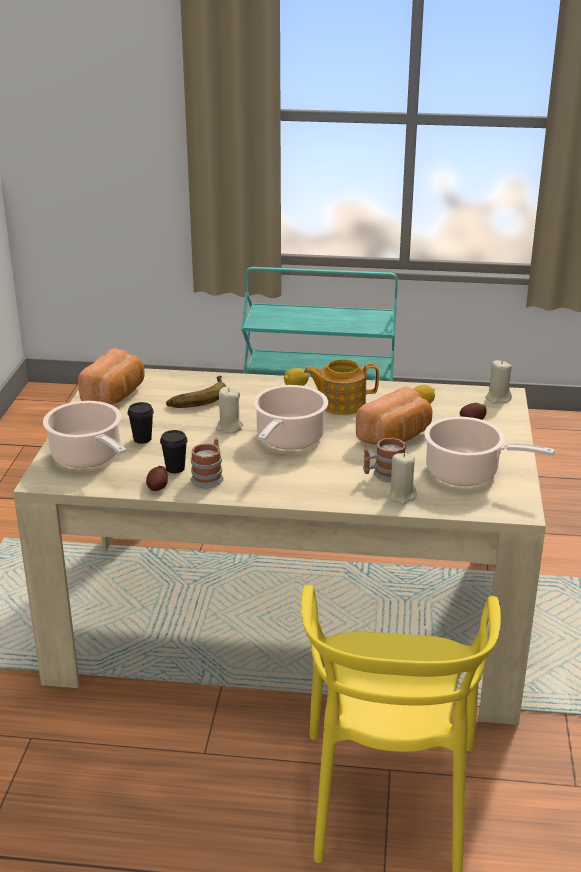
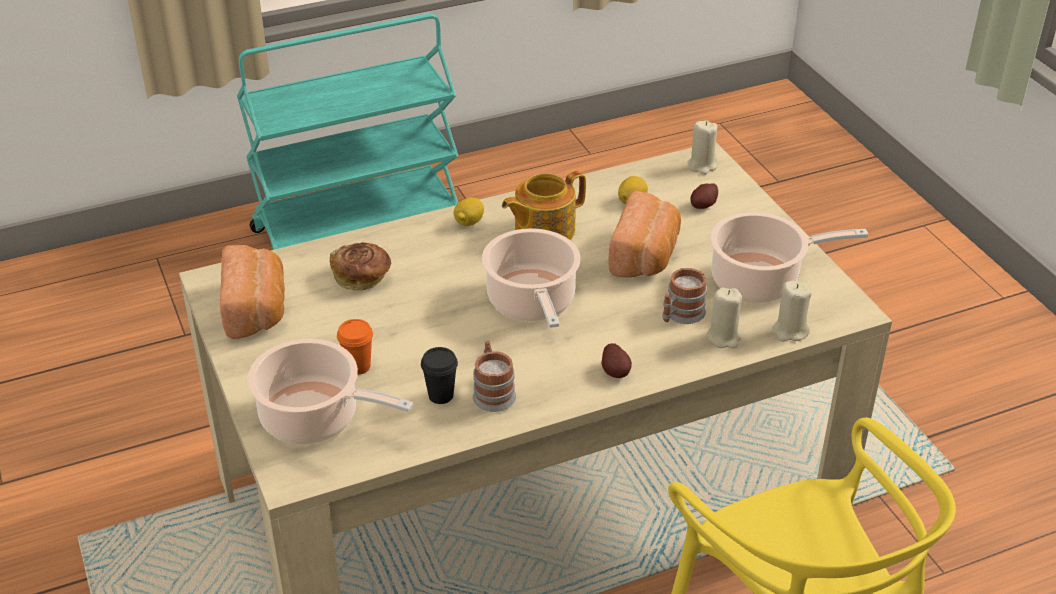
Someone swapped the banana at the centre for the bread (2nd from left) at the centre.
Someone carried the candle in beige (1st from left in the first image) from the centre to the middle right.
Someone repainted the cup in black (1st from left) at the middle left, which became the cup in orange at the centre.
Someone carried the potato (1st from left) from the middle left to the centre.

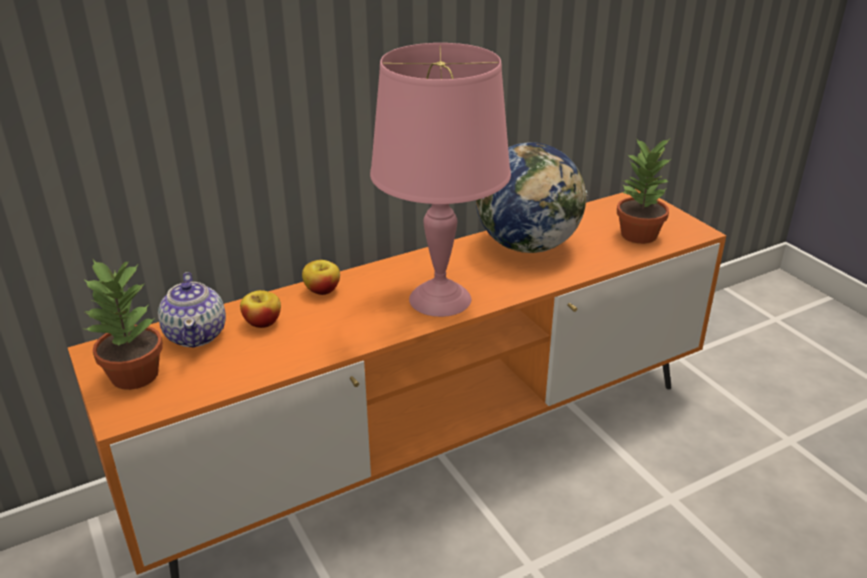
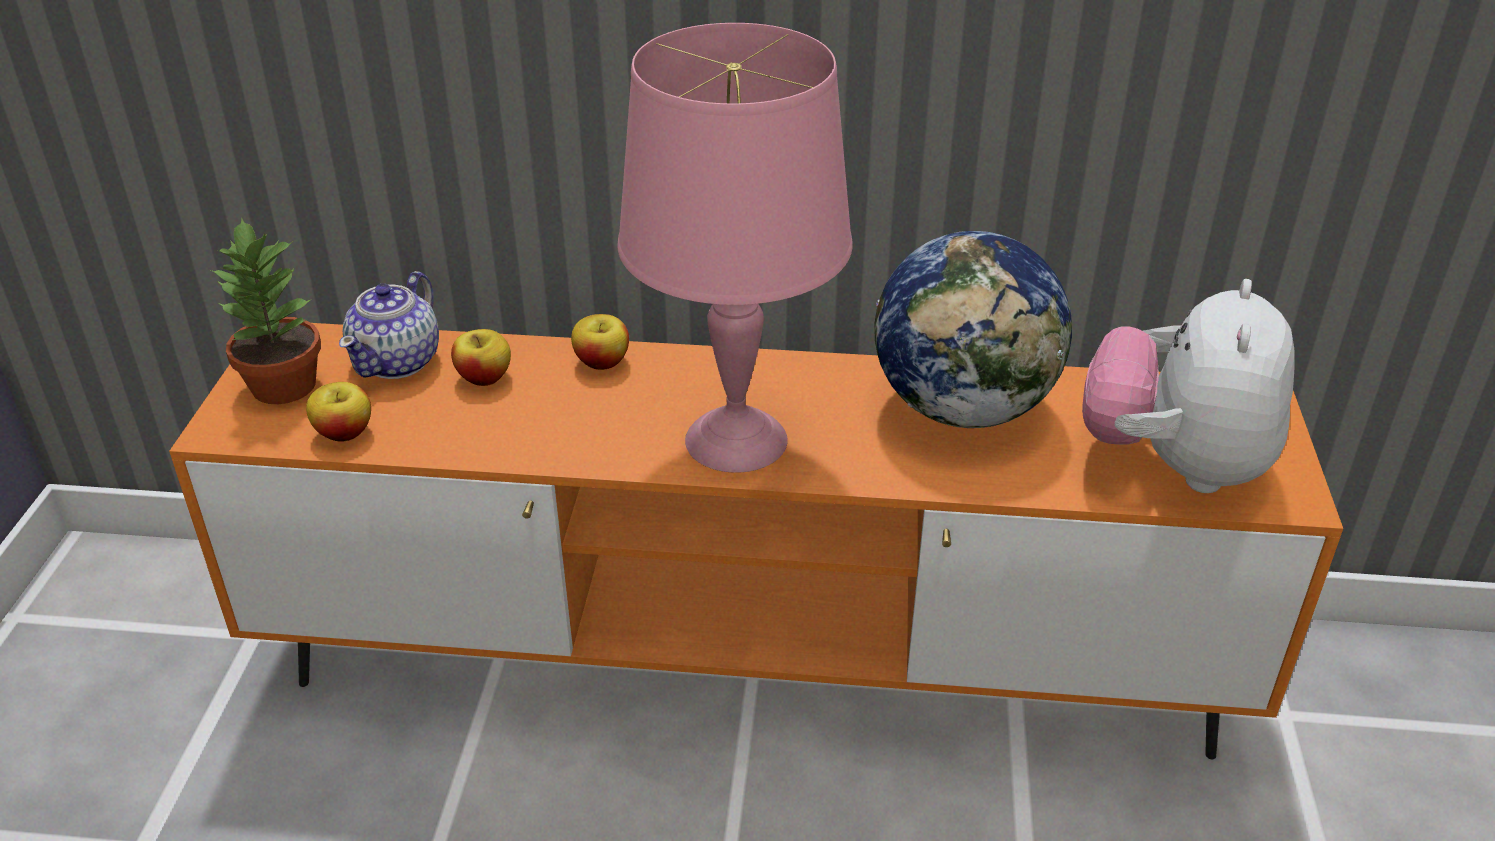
Someone swapped the potted plant (2nd from left) at the top right for the plush toy at the middle right.
Someone put down the apple (1st from left) at the middle left.

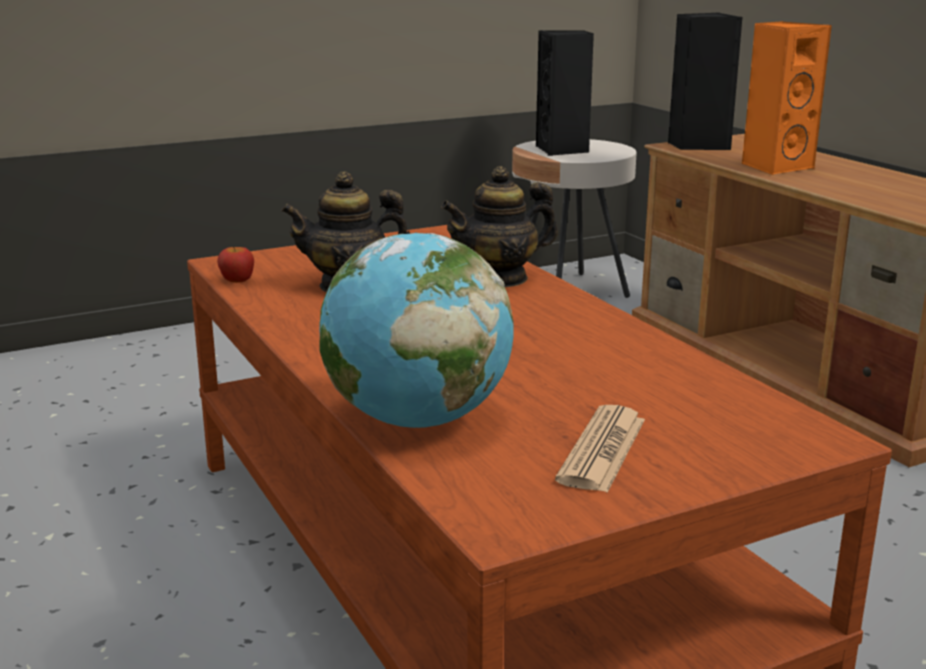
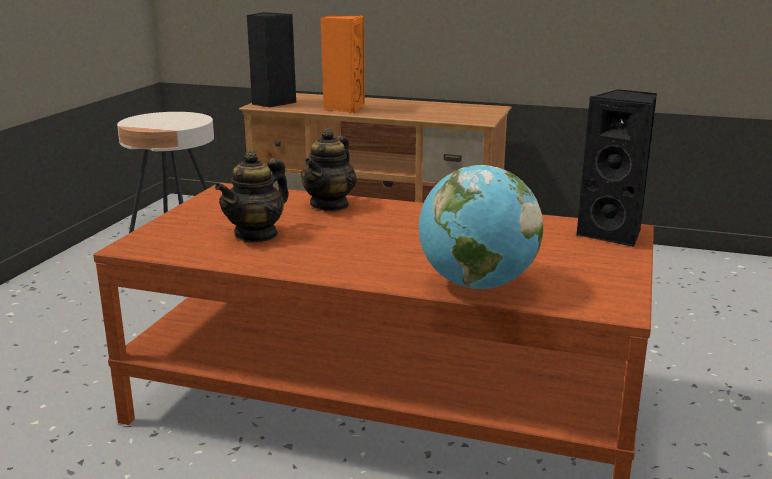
Someone carried the speaker in black (1st from left in the first image) from the top centre to the middle right.
Someone took away the apple at the middle left.
Someone took away the newspaper at the bottom centre.

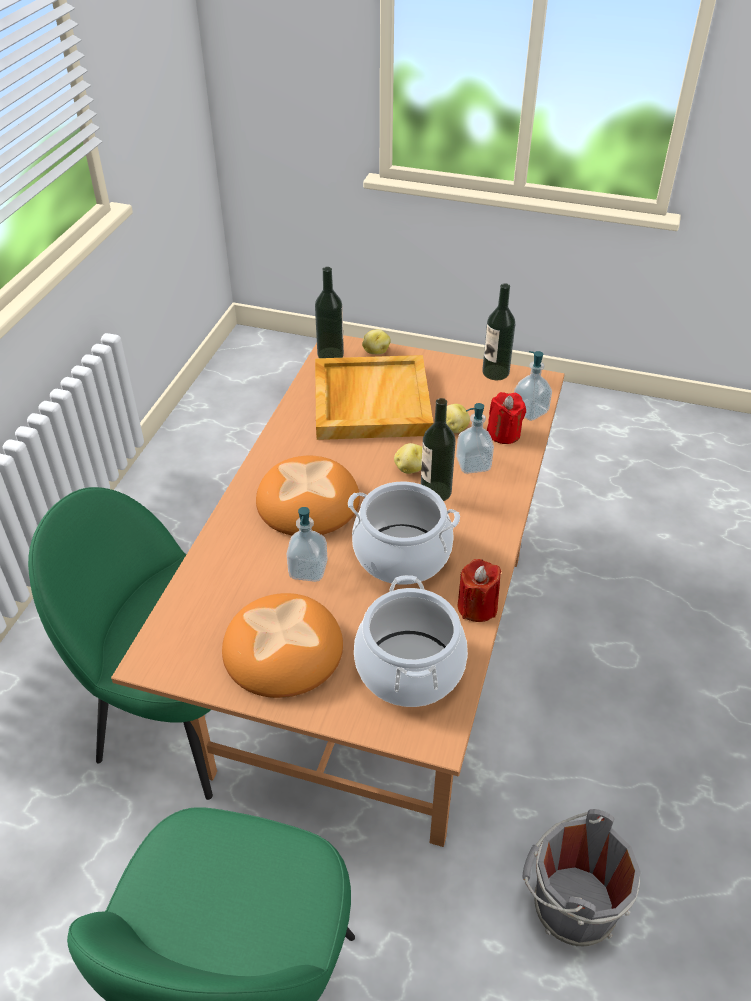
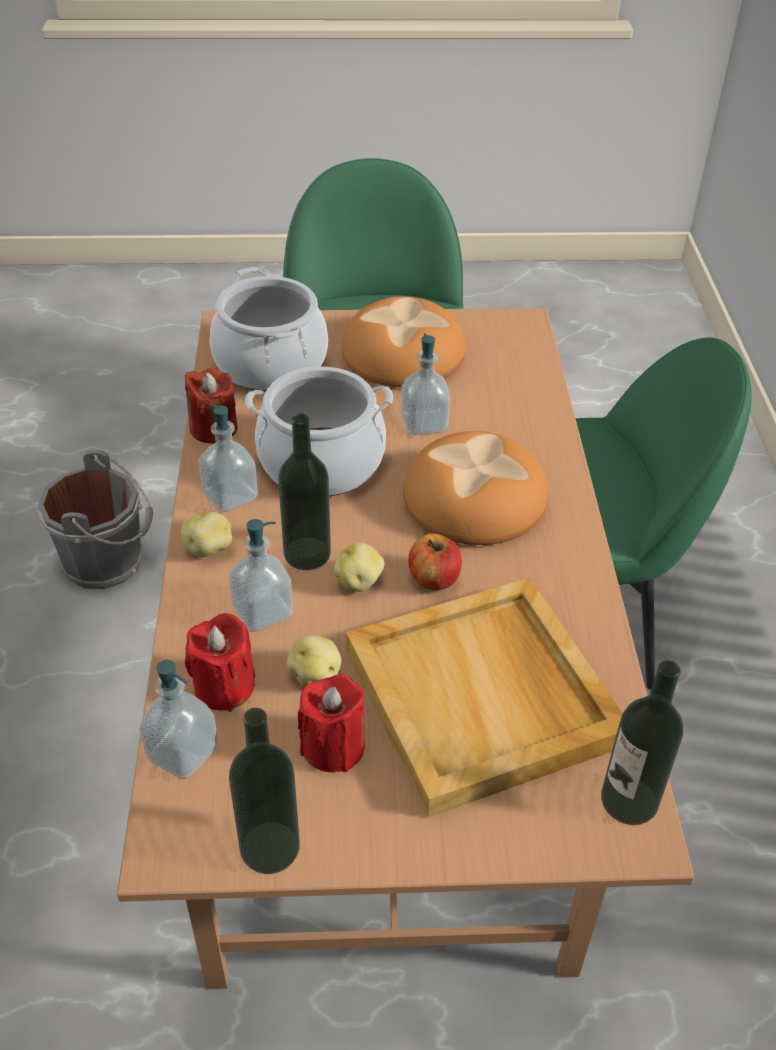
Someone carried the potato (1st from left) from the centre to the middle left.
Someone put down the soap dispenser (2nd from left) at the middle left.
Someone put down the apple at the centre.
Someone put down the candle in red (3rd from left) at the bottom centre.

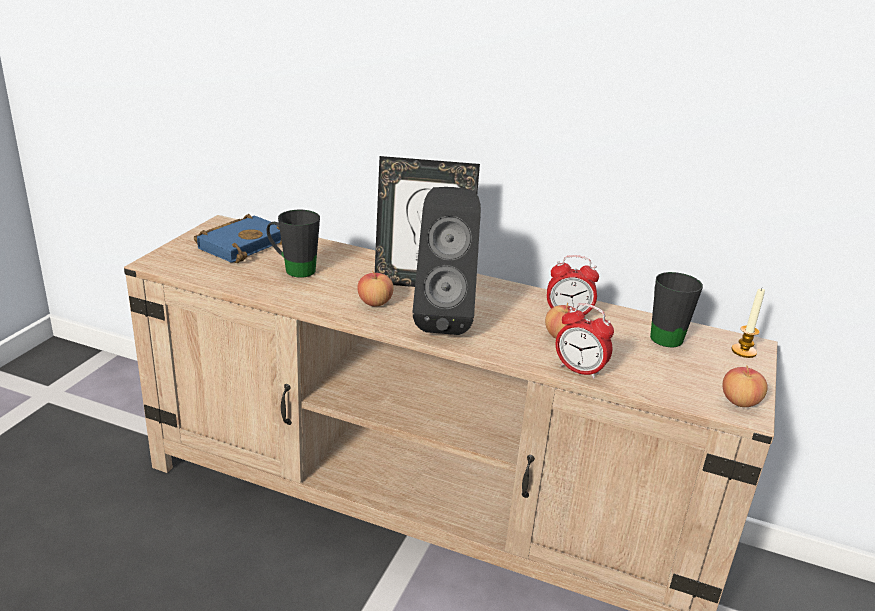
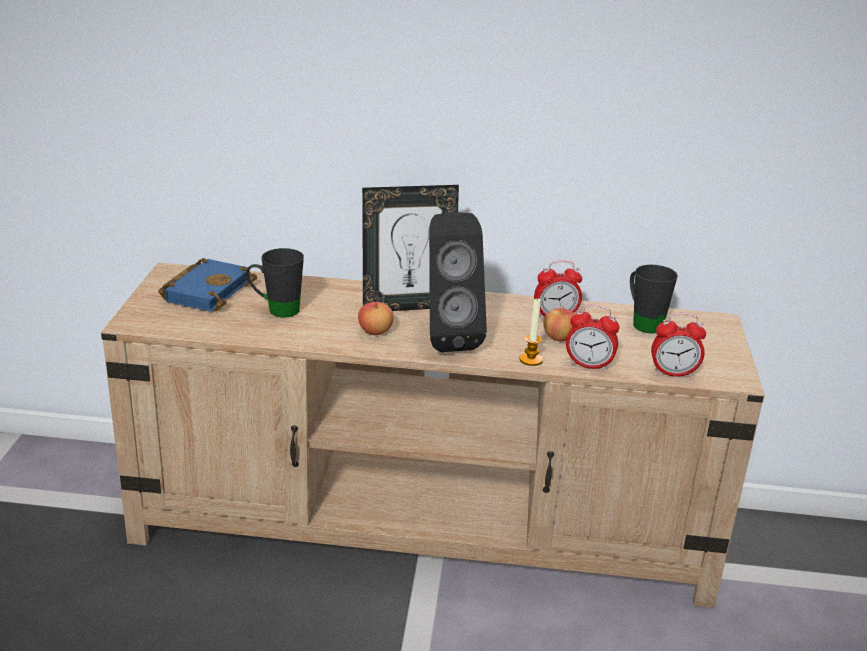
Someone carried the candle from the middle right to the centre.
Someone took away the apple (3rd from left) at the middle right.
Someone put down the alarm clock (3rd from left) at the middle right.

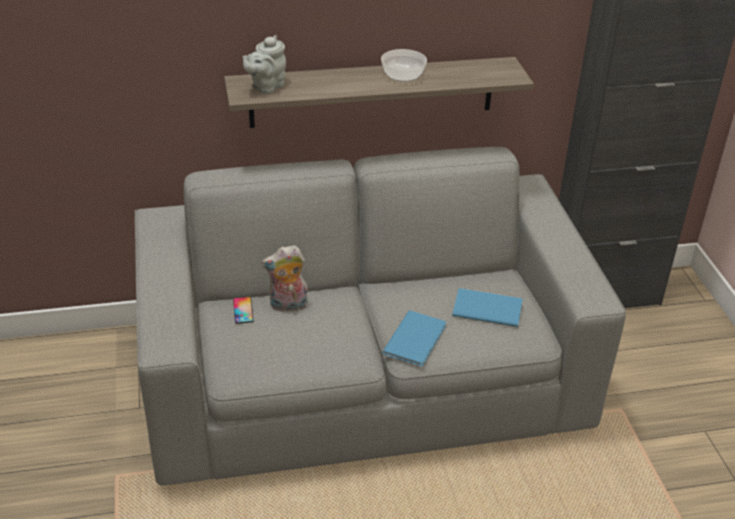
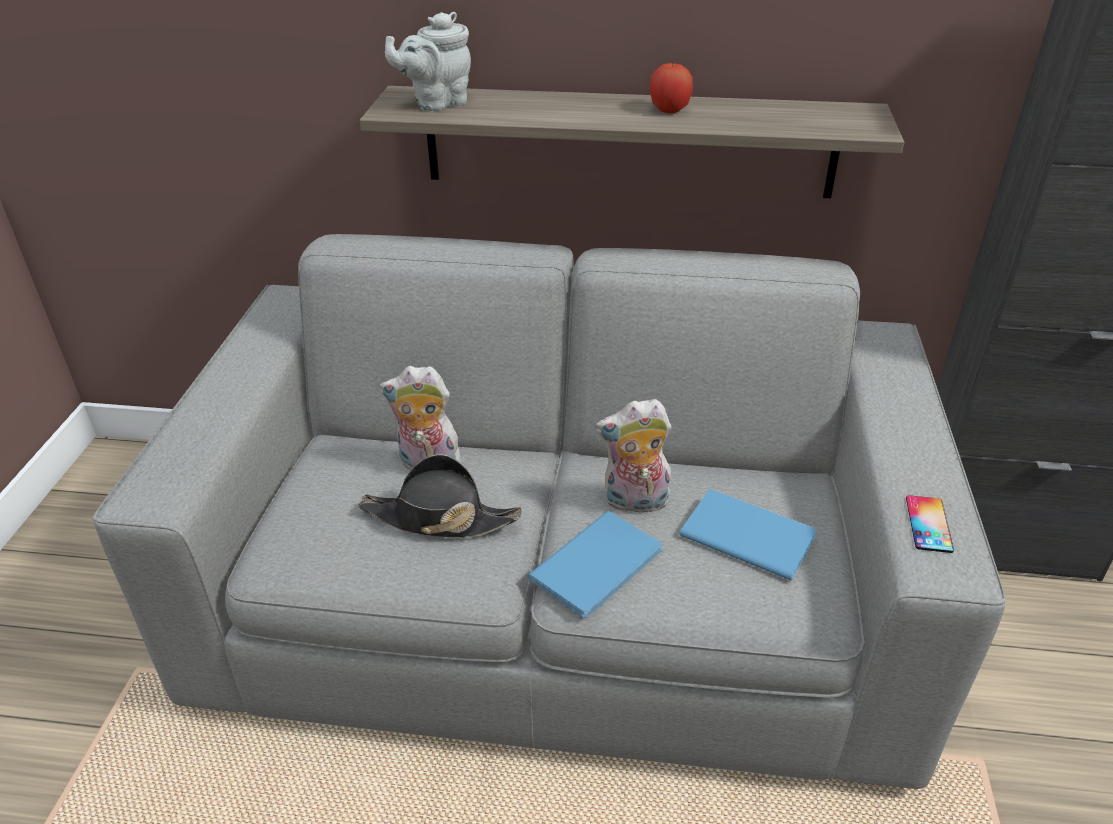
Someone swapped the bowl at the top centre for the apple at the top centre.
Someone carried the phone from the middle left to the middle right.
Someone put down the plush toy (2nd from left) at the centre.
Someone put down the hat in black at the centre.

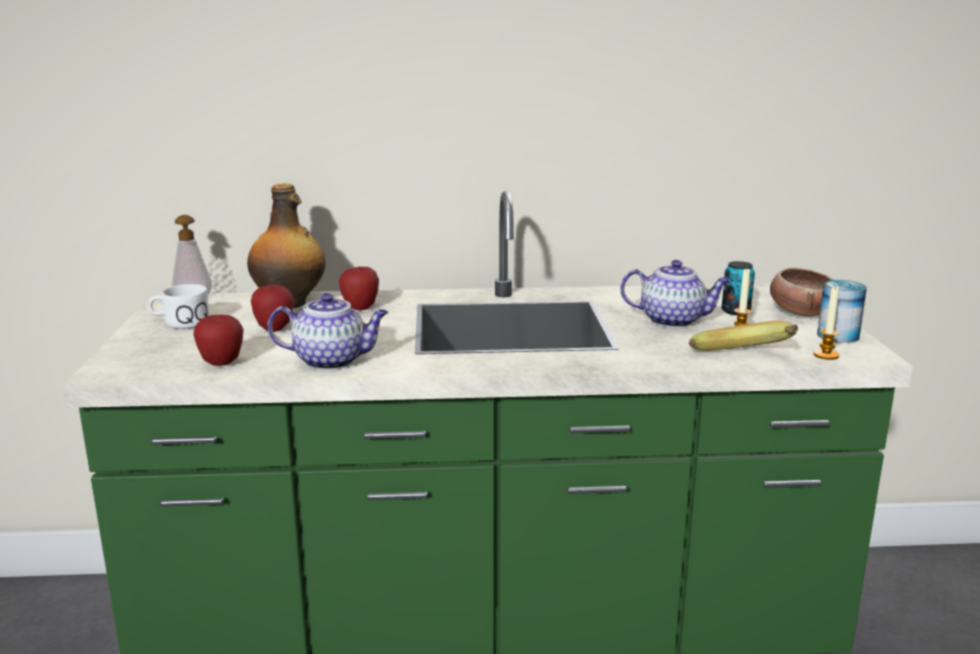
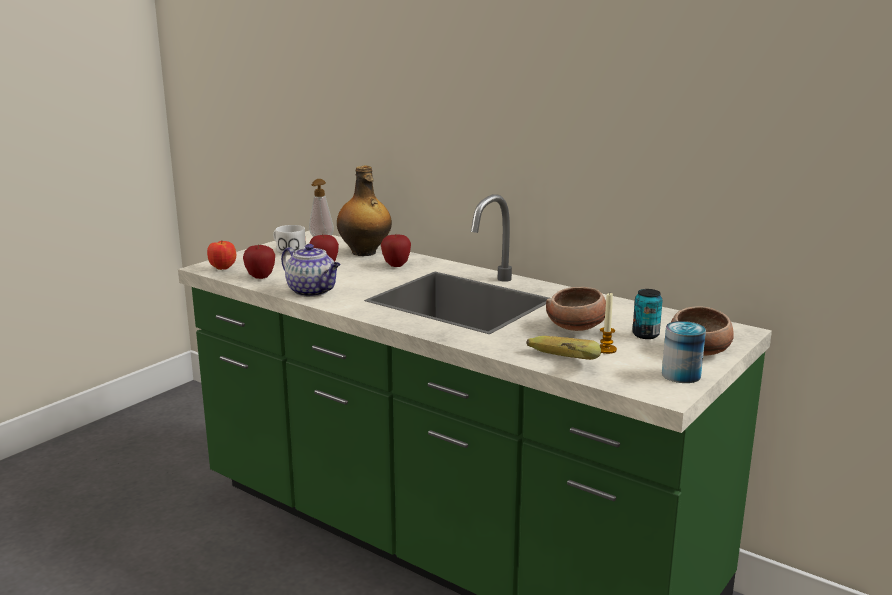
Someone swapped the teapot (2nd from left) at the middle right for the bowl (1st from left) at the centre.
Someone took away the candle (2nd from left) at the middle right.
Someone put down the apple (1st from left) at the middle left.

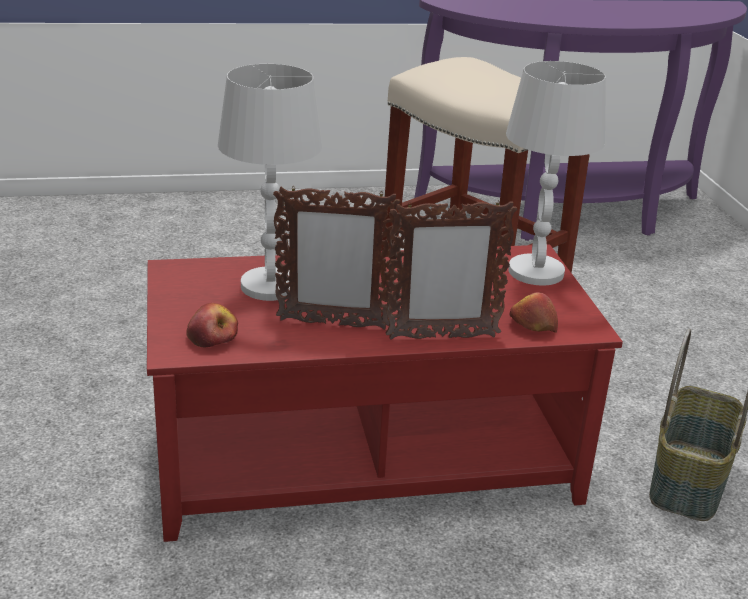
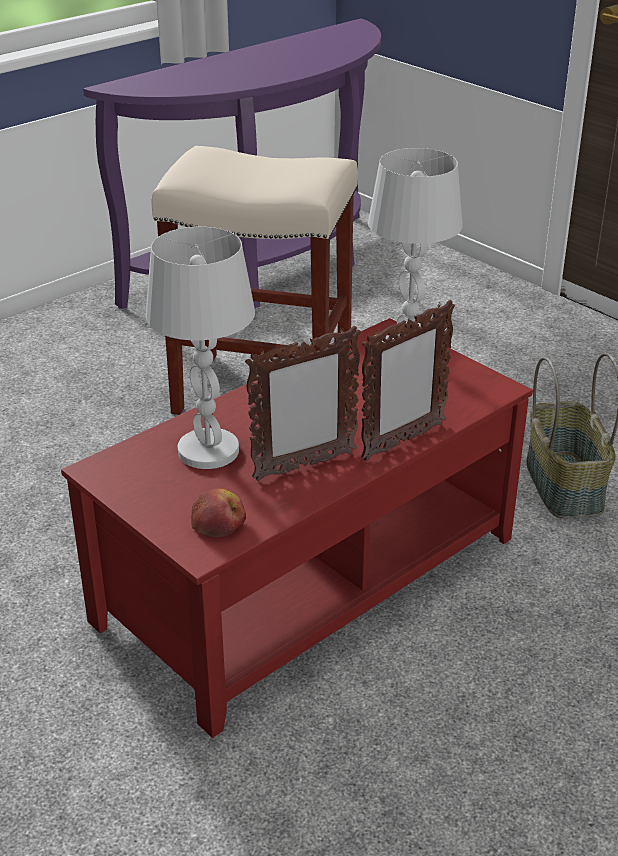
Someone took away the apple (2nd from left) at the middle right.

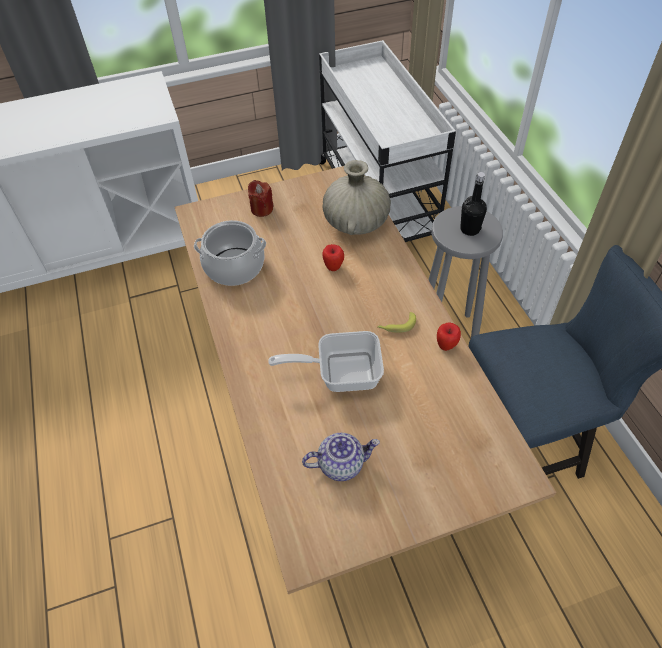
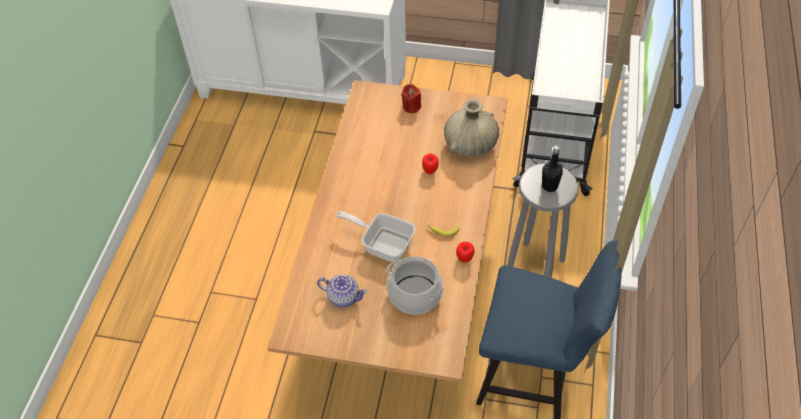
Someone carried the cooking pot from the centre to the bottom centre.

